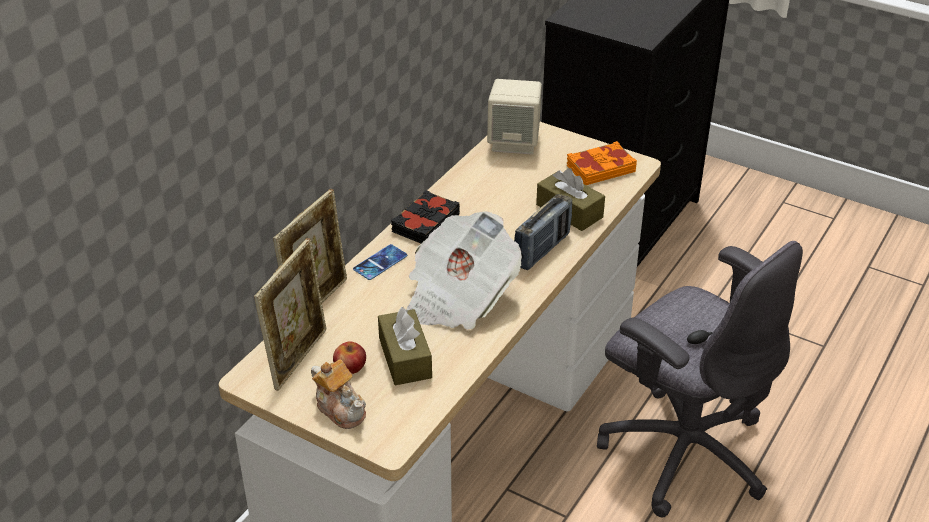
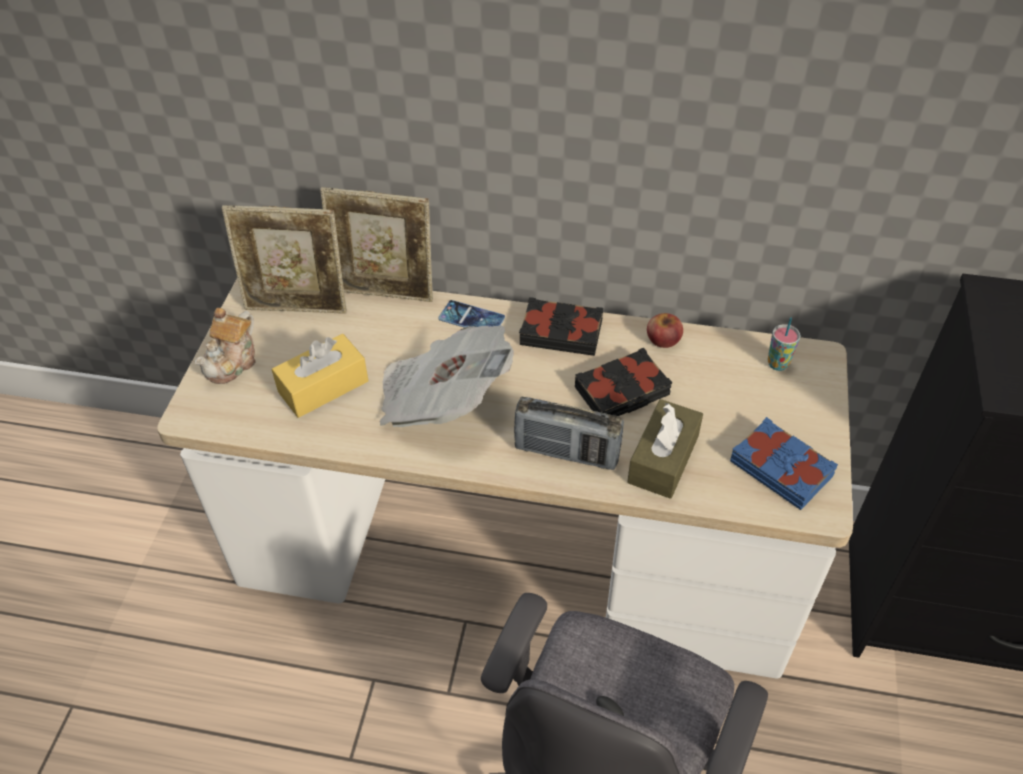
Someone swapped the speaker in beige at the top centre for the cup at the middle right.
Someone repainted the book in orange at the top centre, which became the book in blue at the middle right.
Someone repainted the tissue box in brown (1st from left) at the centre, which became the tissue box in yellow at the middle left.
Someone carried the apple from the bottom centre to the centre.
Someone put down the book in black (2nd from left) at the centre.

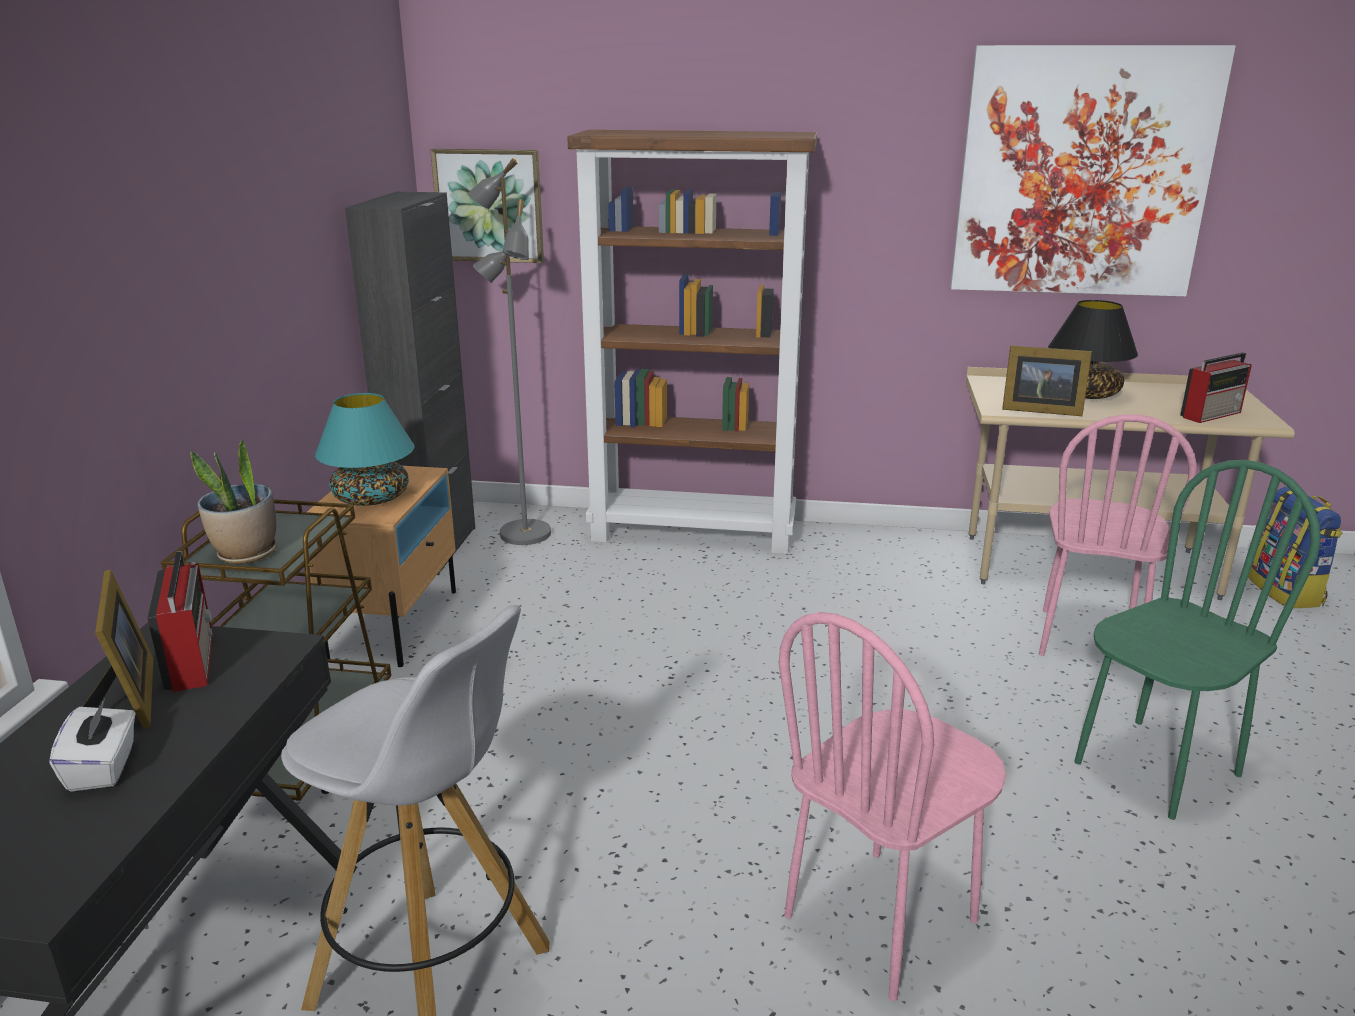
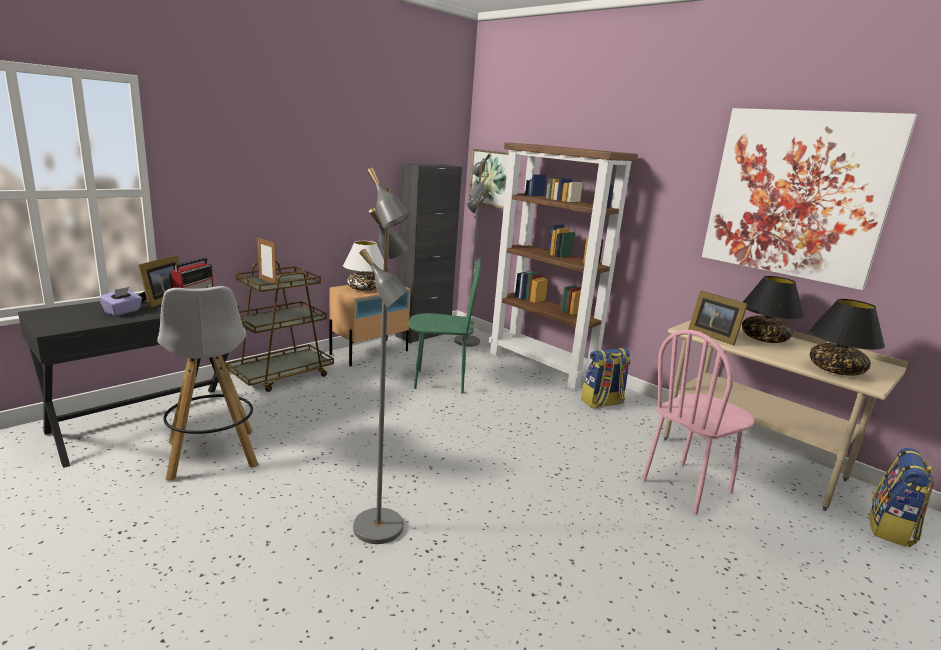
Someone swapped the radio (2nd from left) at the middle right for the table lamp in black (2nd from left) at the middle right.
Someone repainted the table lamp in turquoise at the middle left, which became the table lamp in white at the centre.
Someone swapped the potted plant at the middle left for the picture frame (2nd from left) at the middle left.
Someone carried the chair in green from the middle right to the centre.
Someone swapped the chair in pink (1st from left) at the bottom centre for the floor lamp in grey (1st from left) at the centre.
Someone repainted the tissue box in white at the bottom left, which became the tissue box in purple at the middle left.
Someone put down the backpack (1st from left) at the centre.

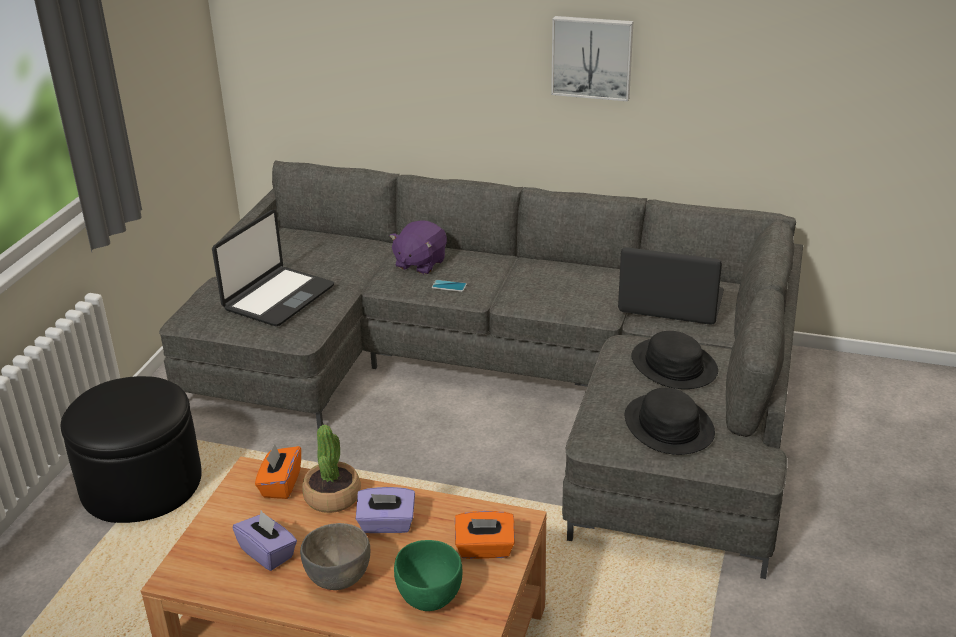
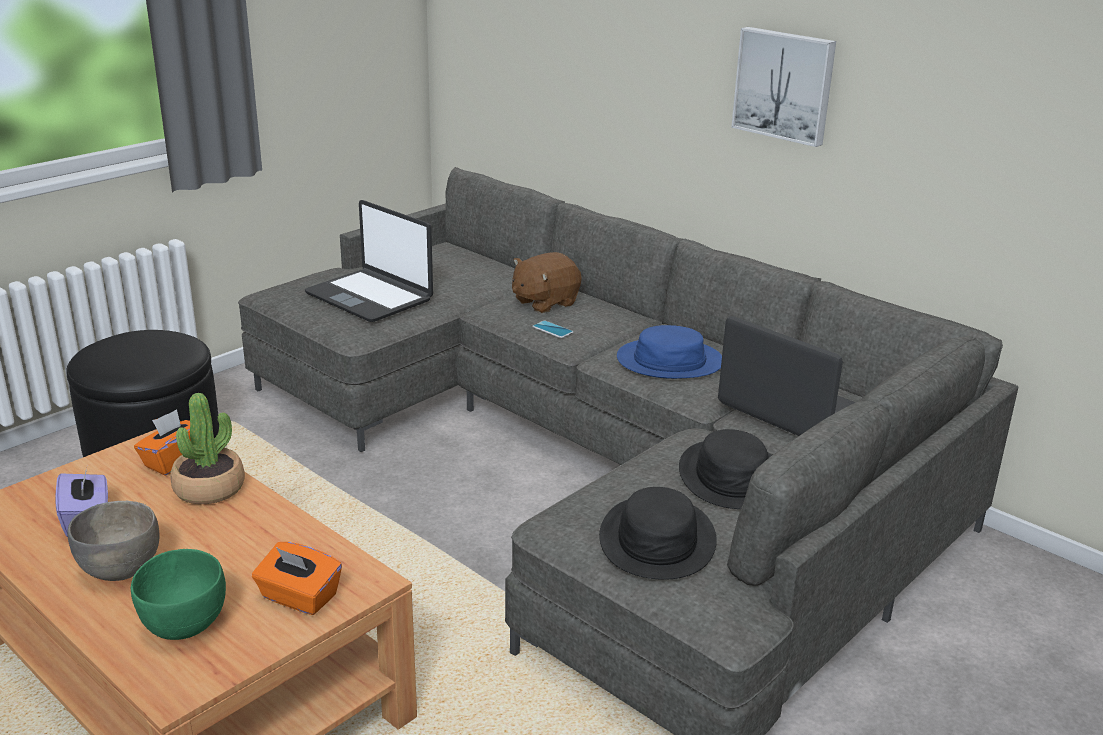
Someone rotated the laptop (1st from left) at the middle left by 75 degrees clockwise.
Someone repainted the plush toy in purple at the centre, which became the plush toy in brown at the centre.
Someone took away the tissue box in purple (2nd from left) at the bottom centre.
Someone put down the hat in blue at the centre.

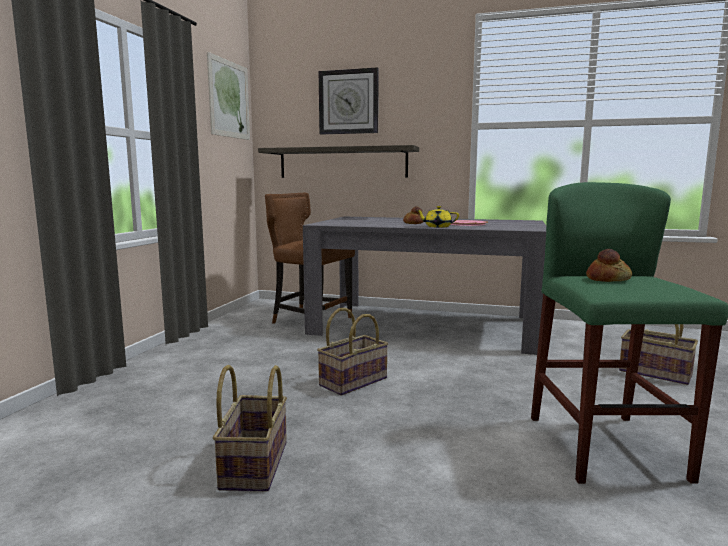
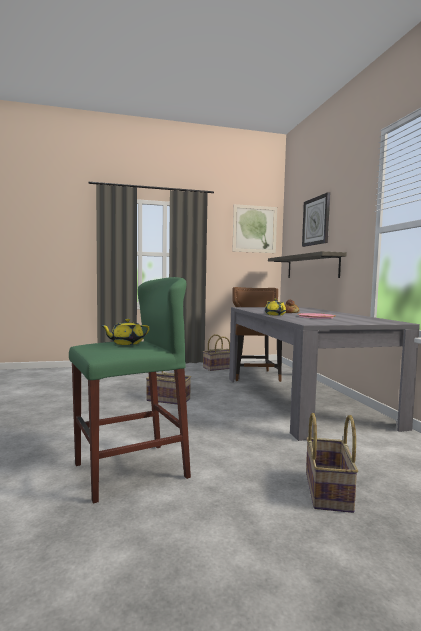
Someone swapped the bread (2nd from left) at the middle right for the teapot in yellow (1st from left) at the middle left.
Someone carried the basket (1st from left in the first image) from the bottom centre to the centre.

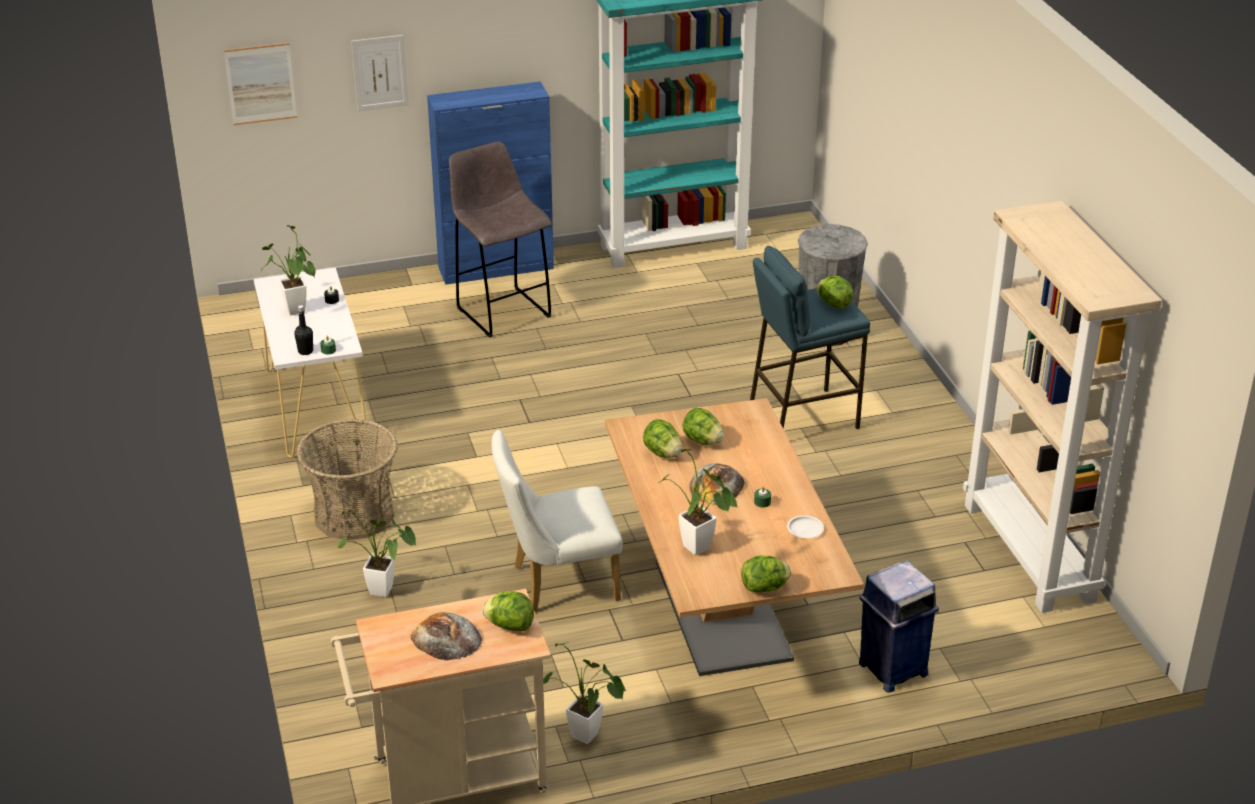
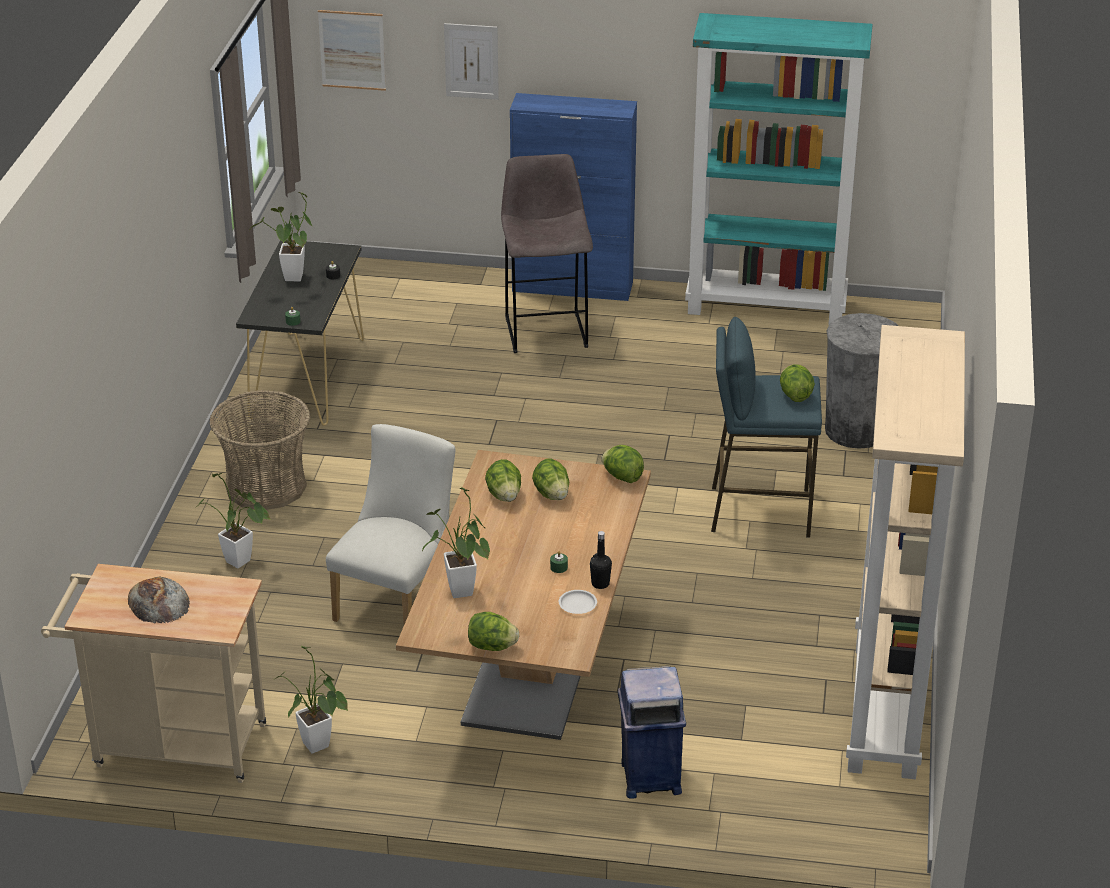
Someone repainted the console table in white at the middle left, which became the console table in black at the middle left.
Someone carried the bottle in black from the middle left to the centre.
Someone rotated the chair in white at the centre by 105 degrees clockwise.
Someone took away the bread (2nd from left) at the centre.
Someone carried the lettuce (1st from left in the first image) from the bottom centre to the centre.

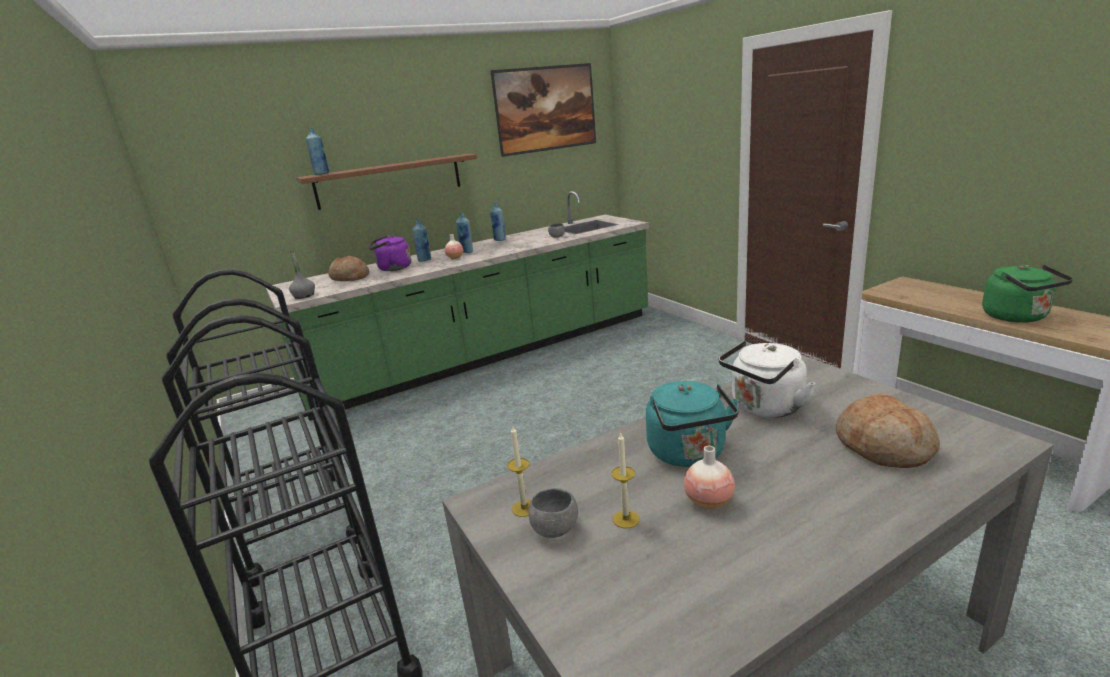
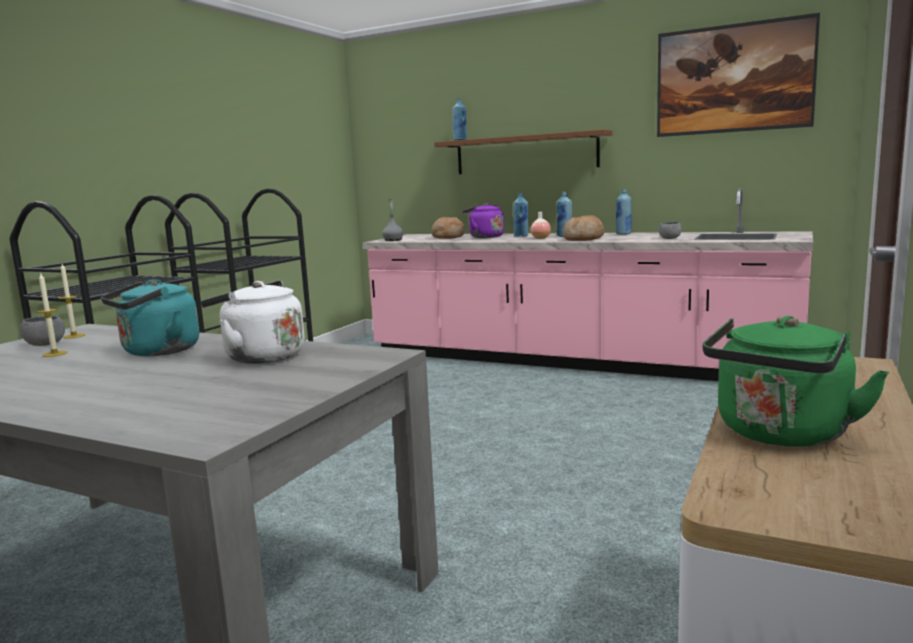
Someone repainted the counter in green at the centre, which became the counter in pink at the centre.
Someone carried the bread (2nd from left) from the middle right to the centre.
Someone took away the vase (2nd from left) at the bottom centre.

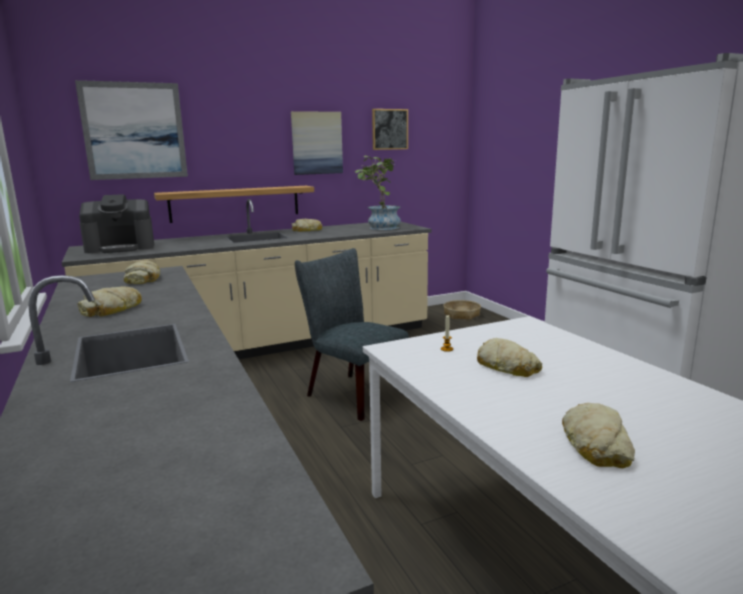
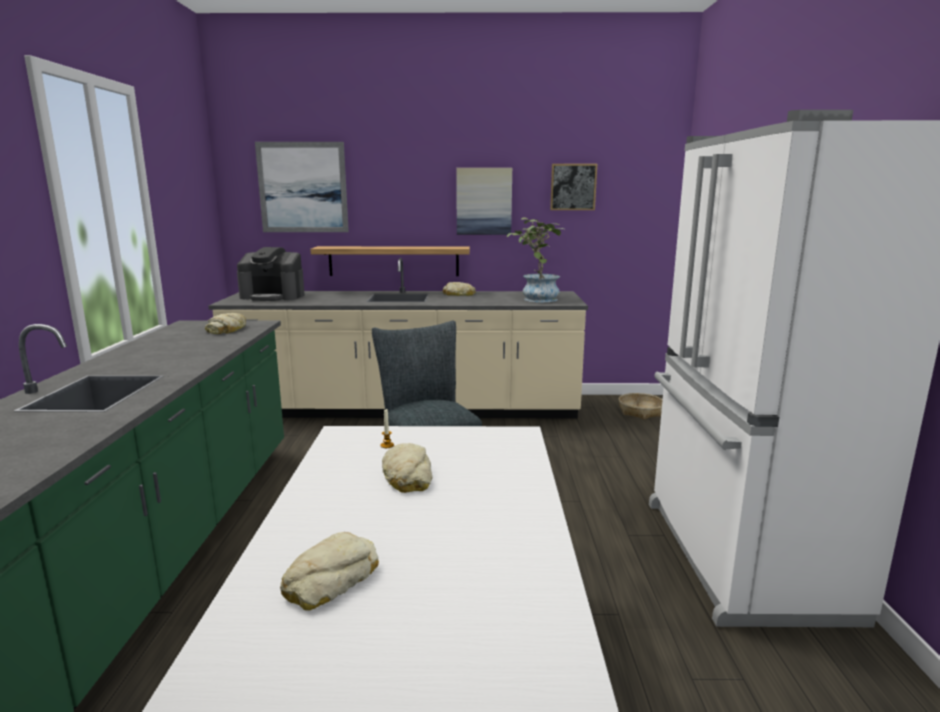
Someone took away the bread (1st from left) at the middle left.

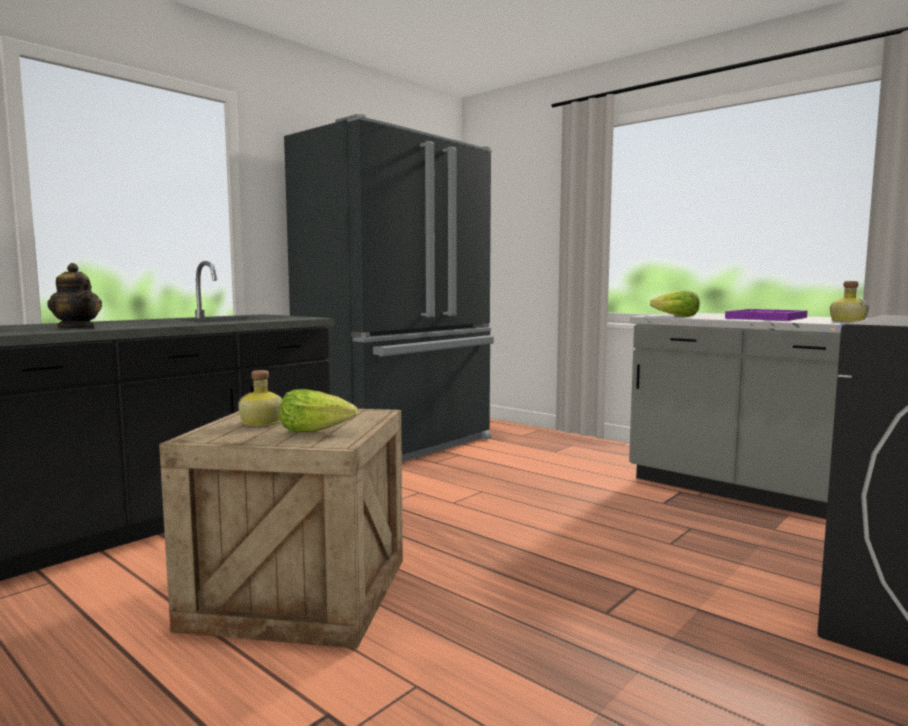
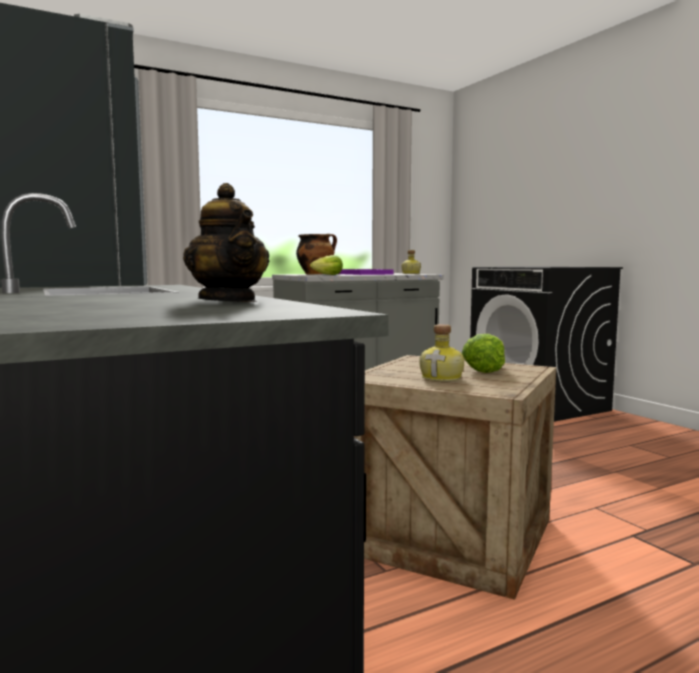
Someone rotated the teapot at the middle left by 90 degrees clockwise.
Someone put down the cooking pot at the centre.

